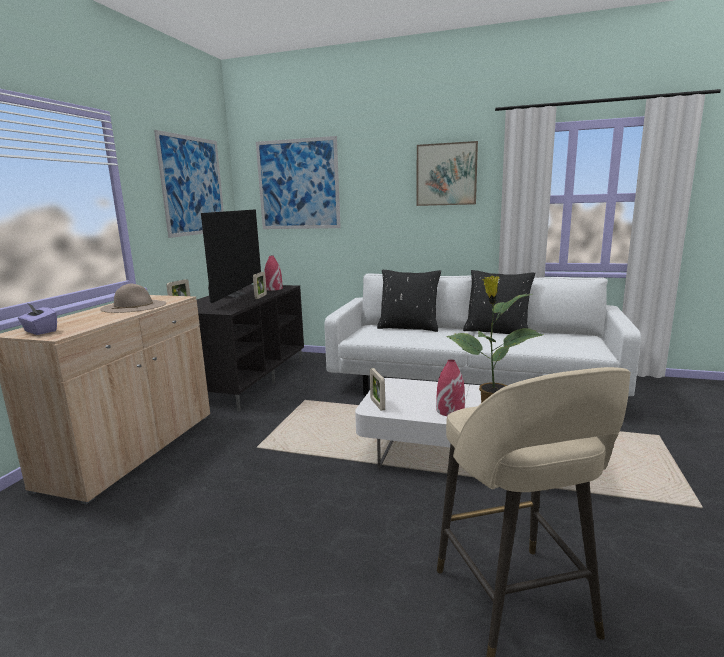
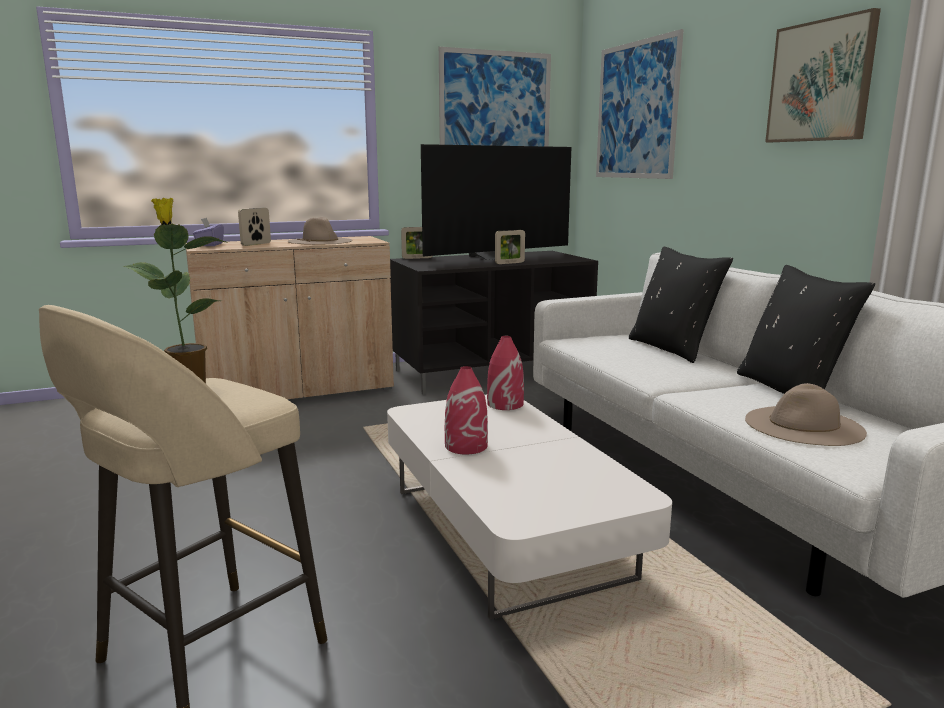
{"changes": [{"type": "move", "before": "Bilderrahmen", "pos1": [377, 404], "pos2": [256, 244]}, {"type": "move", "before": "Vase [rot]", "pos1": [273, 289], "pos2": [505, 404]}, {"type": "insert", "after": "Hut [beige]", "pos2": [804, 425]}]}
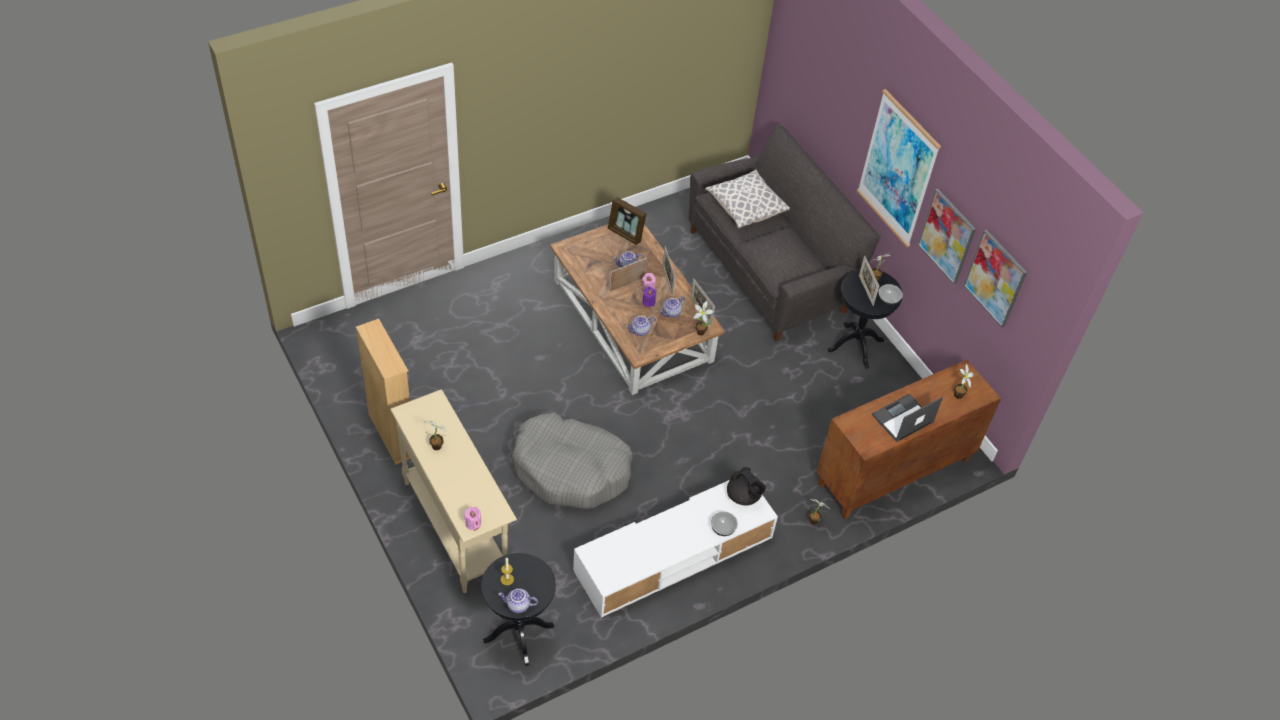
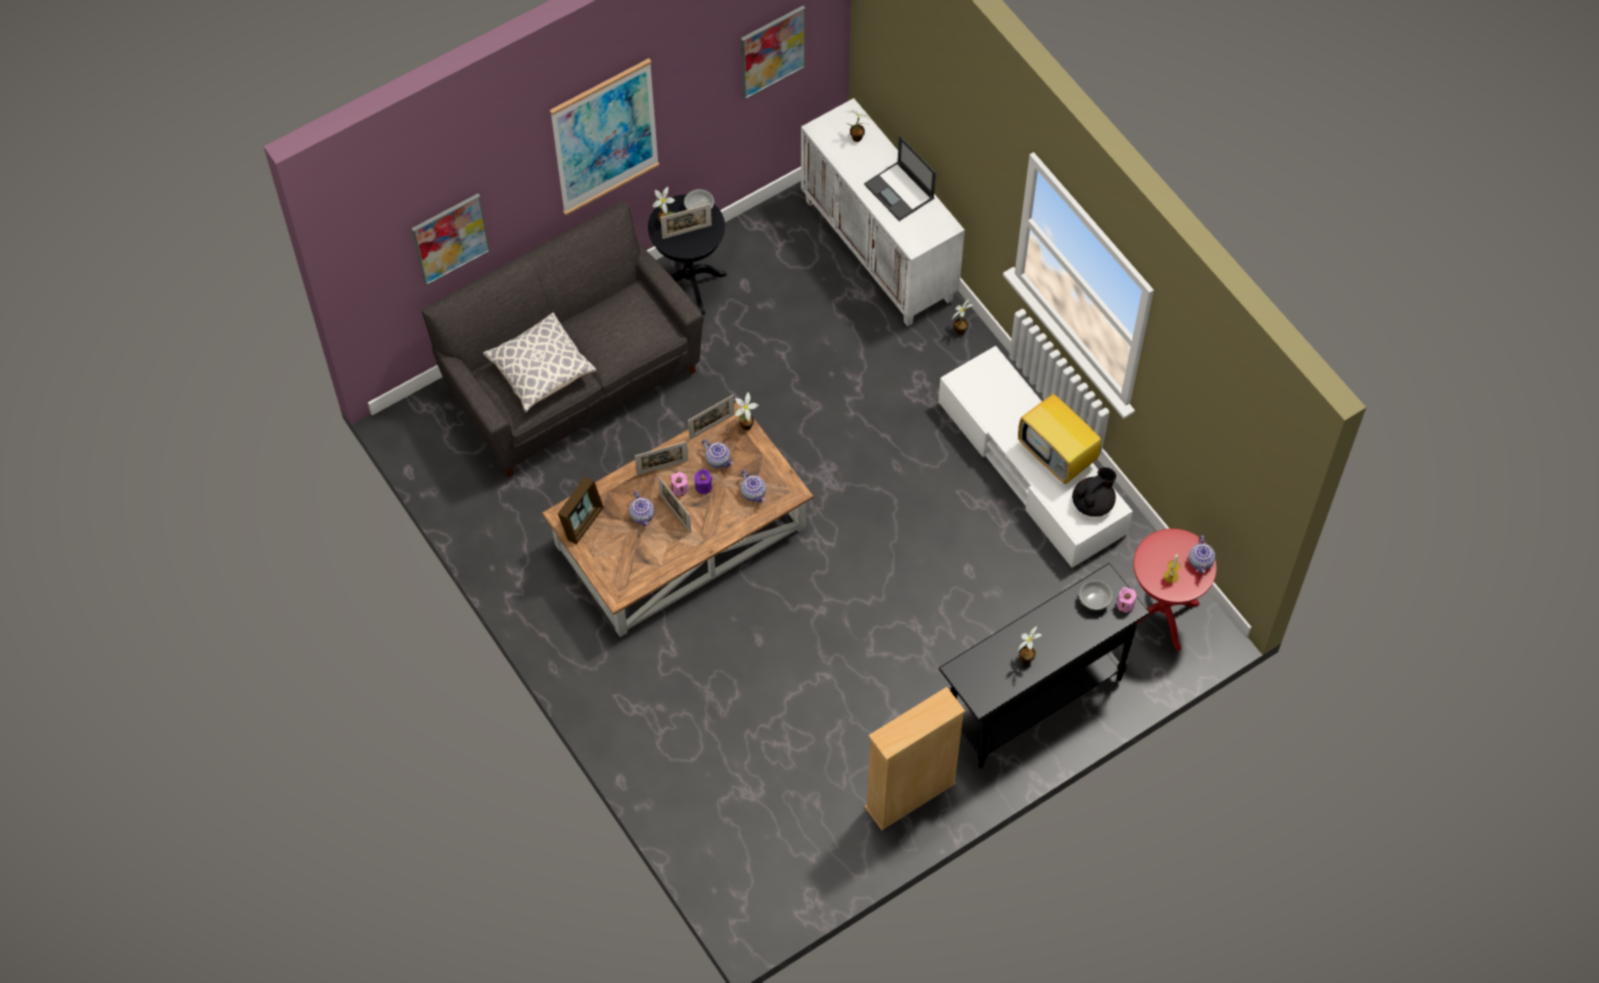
{"changes": [{"type": "move", "before": "Bild", "pos1": [947, 236], "pos2": [450, 238]}, {"type": "recolor", "before": "Schrank [braun]", "after": "Schrank [weiß]", "pos1": [893, 473], "pos2": [880, 251]}, {"type": "recolor", "before": "Konsolentisch [beige]", "after": "Konsolentisch [schwarz]", "pos1": [455, 526], "pos2": [1033, 701]}, {"type": "insert", "after": "Fernseher", "pos2": [1058, 456]}, {"type": "move", "before": "Teekanne [schwarz]", "pos1": [744, 496], "pos2": [1093, 503]}, {"type": "move", "before": "Schüssel", "pos1": [723, 529], "pos2": [1094, 600]}, {"type": "recolor", "before": "Beistelltisch [schwarz]", "after": "Beistelltisch [rot]", "pos1": [518, 633], "pos2": [1161, 616]}, {"type": "delete", "before": "Hundebett [grau]", "pos1": [571, 470]}]}
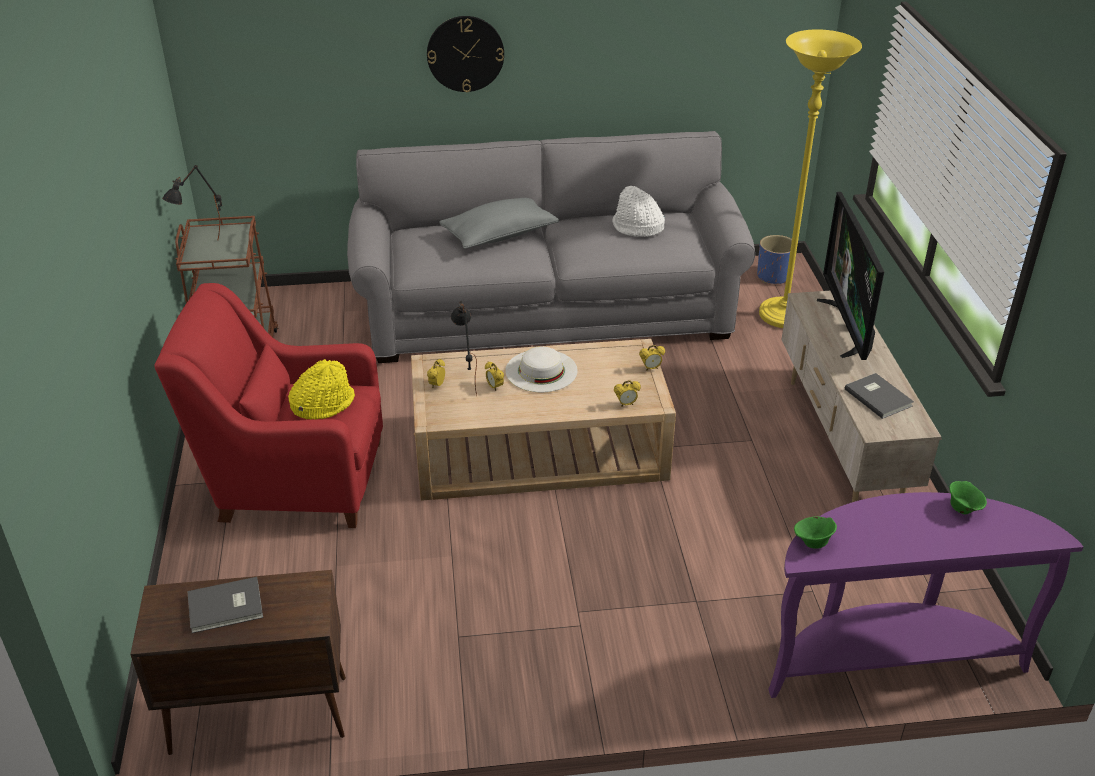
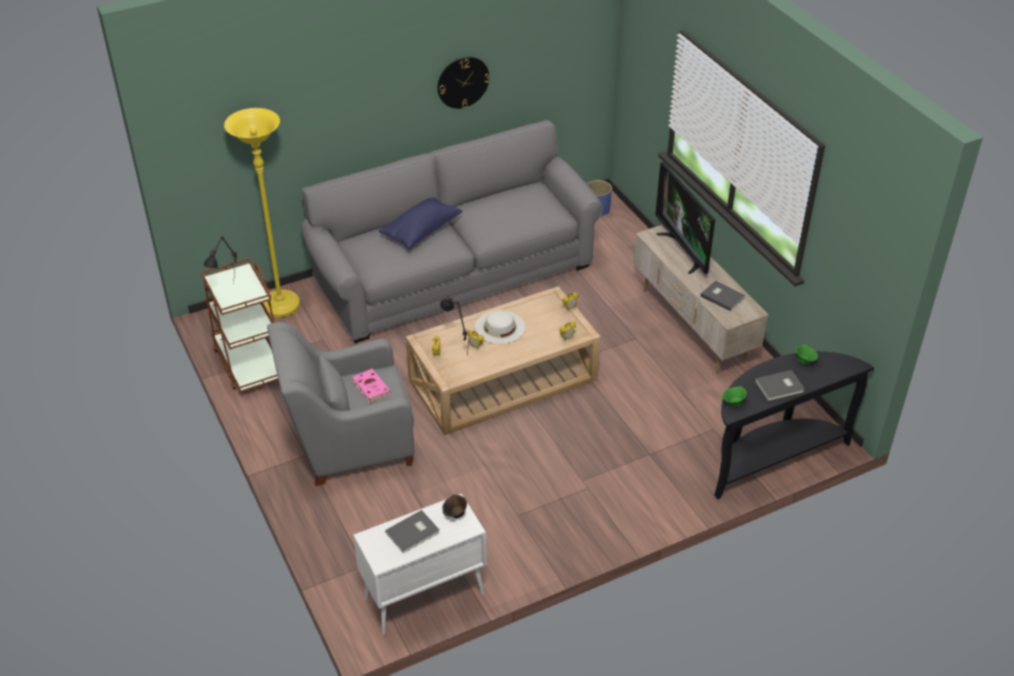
{"changes": [{"type": "move", "before": "Stehlampe [gelb]", "pos1": [784, 316], "pos2": [281, 305]}, {"type": "recolor", "before": "Sessel [rot]", "after": "Sessel [grau]", "pos1": [294, 479], "pos2": [349, 443]}, {"type": "replace", "before": "Hut [gelb]", "after": "Buch [rosa]", "pos1": [323, 404], "pos2": [370, 387]}, {"type": "recolor", "before": "Schrank [braun]", "after": "Schrank [weiß]", "pos1": [257, 715], "pos2": [423, 597]}, {"type": "recolor", "before": "Kissen [grau]", "after": "Kissen [blau]", "pos1": [499, 235], "pos2": [421, 230]}, {"type": "move", "before": "Wanduhr", "pos1": [465, 53], "pos2": [463, 82]}, {"type": "insert", "after": "Schüssel [braun]", "pos2": [455, 514]}, {"type": "recolor", "before": "Konsolentisch [lila]", "after": "Konsolentisch [schwarz]", "pos1": [887, 656], "pos2": [772, 457]}, {"type": "insert", "after": "Buch [grau]", "pos2": [780, 387]}, {"type": "delete", "before": "Hut [weiß]", "pos1": [637, 227]}]}
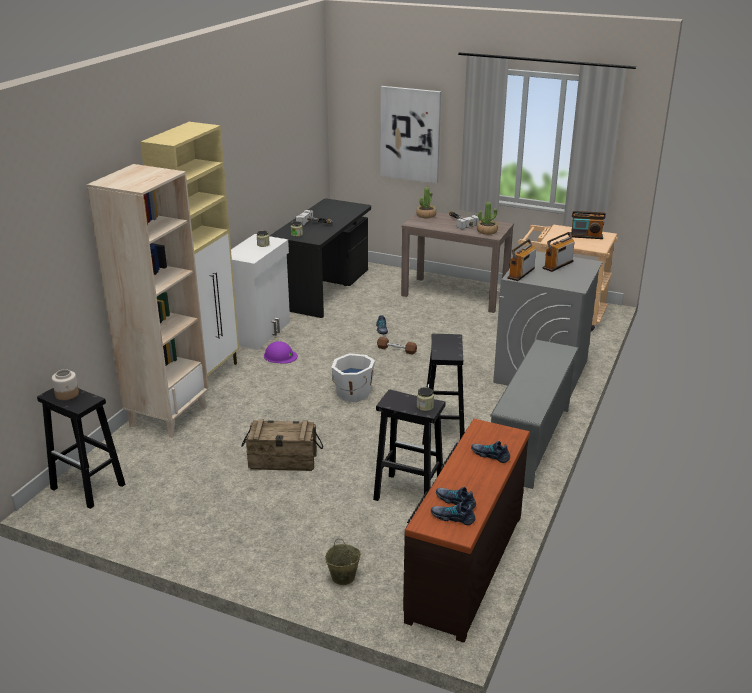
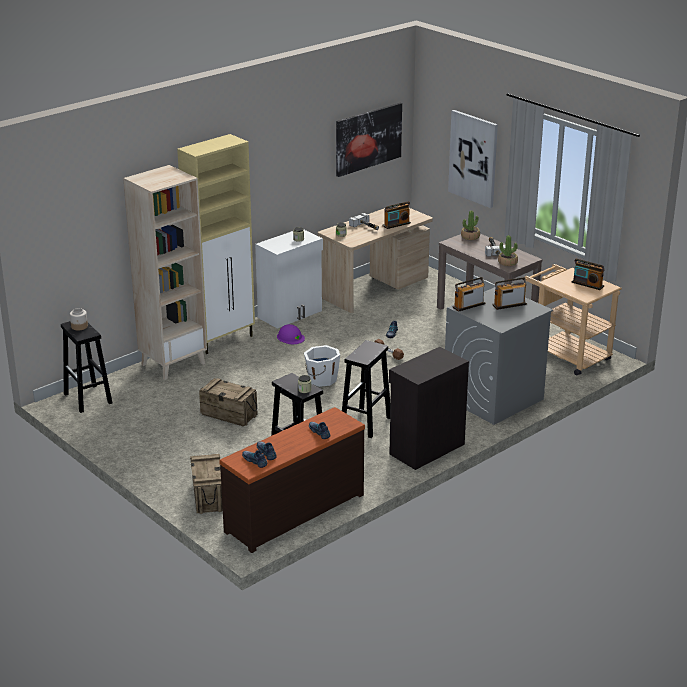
{"changes": [{"type": "replace", "before": "Eimer [beige]", "after": "Kiste", "pos1": [342, 577], "pos2": [207, 496]}, {"type": "recolor", "before": "Schreibtisch [schwarz]", "after": "Schreibtisch [beige]", "pos1": [324, 289], "pos2": [374, 288]}, {"type": "insert", "after": "Bild", "pos2": [368, 139]}, {"type": "insert", "after": "Radio", "pos2": [396, 224]}, {"type": "replace", "before": "Schuhregal [grau]", "after": "Schrank [schwarz]", "pos1": [531, 443], "pos2": [425, 449]}]}
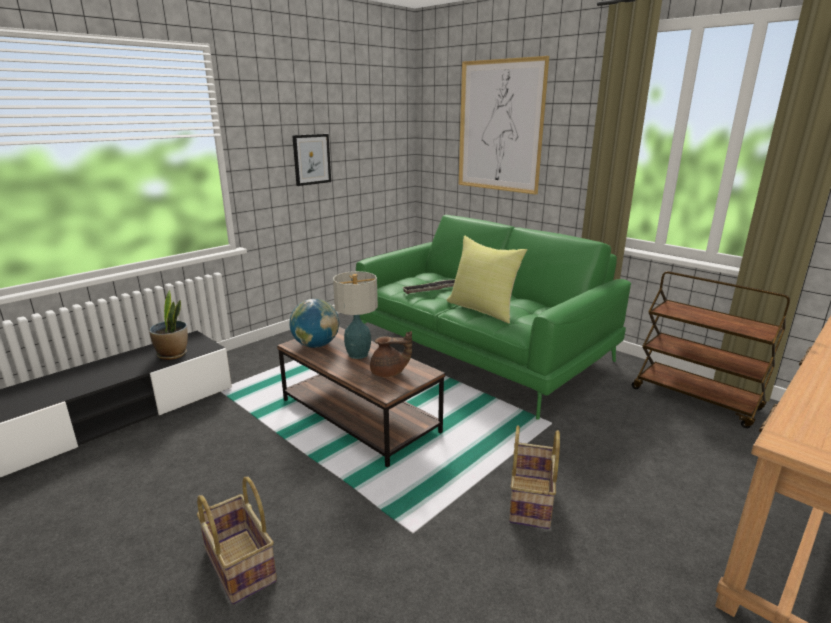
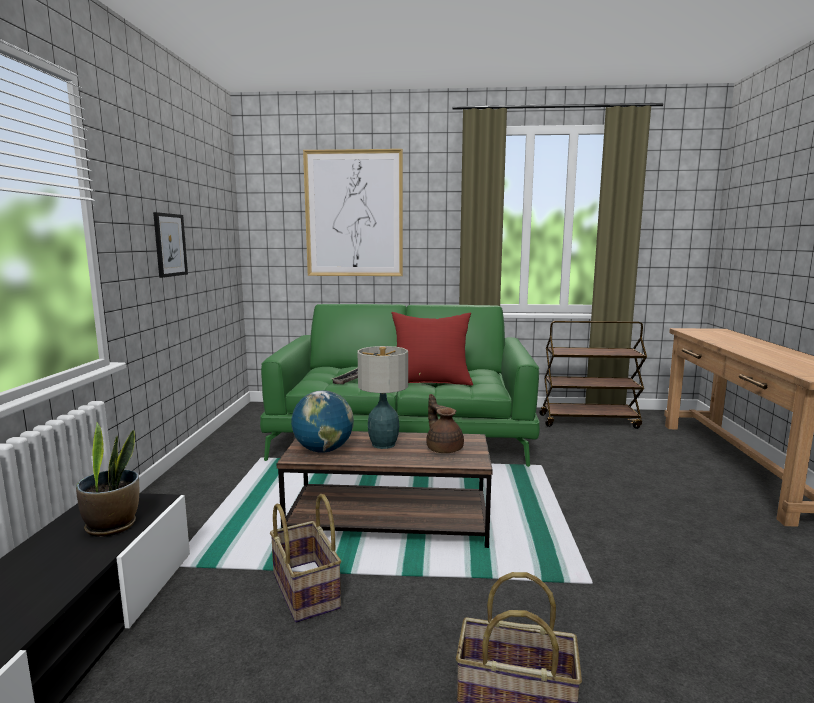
{"changes": [{"type": "move", "before": "Korb", "pos1": [531, 501], "pos2": [307, 591]}, {"type": "recolor", "before": "Kissen [gelb]", "after": "Kissen [rot]", "pos1": [483, 309], "pos2": [431, 381]}, {"type": "rotate", "before": "Teekanne [braun]", "pos1": [389, 373], "pos2": [444, 448], "turn": -75}]}
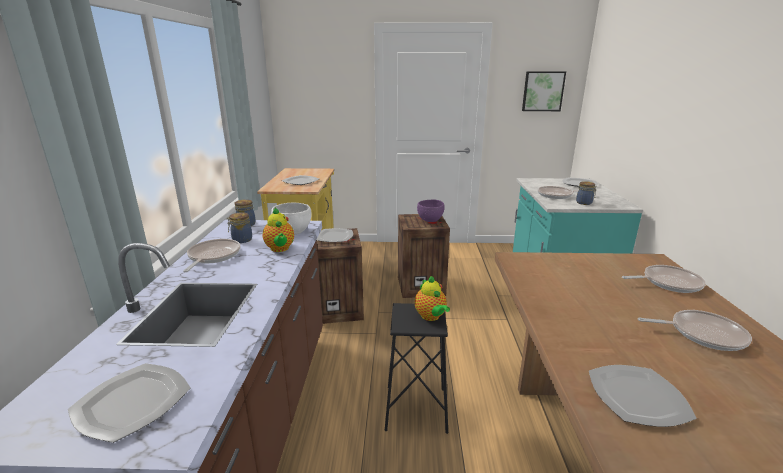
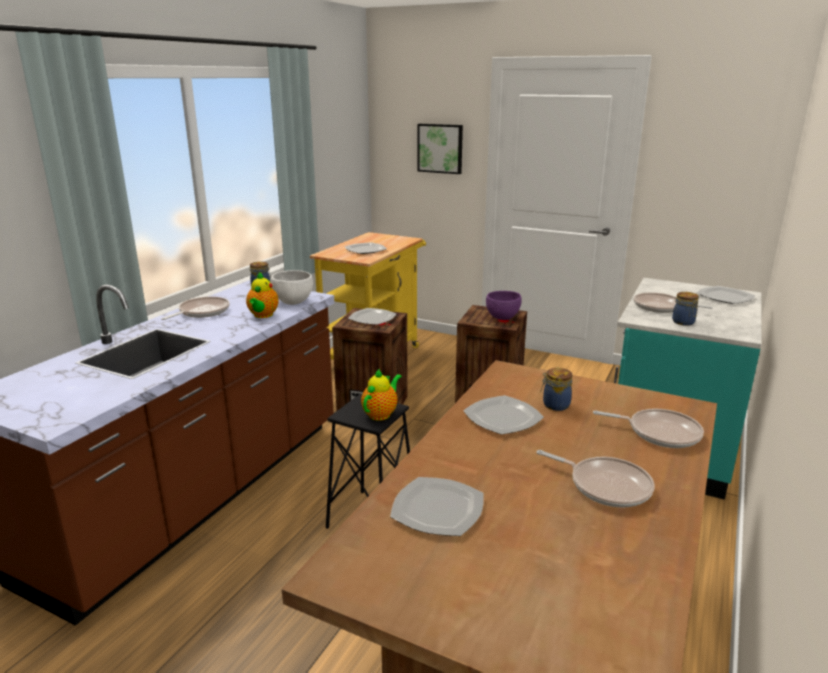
{"changes": [{"type": "rotate", "before": "Teekanne", "pos1": [431, 317], "pos2": [381, 414], "turn": -150}, {"type": "move", "before": "Bild", "pos1": [542, 91], "pos2": [440, 148]}, {"type": "move", "before": "Teller", "pos1": [131, 403], "pos2": [502, 417]}, {"type": "move", "before": "Vorratsglas", "pos1": [241, 240], "pos2": [554, 405]}]}
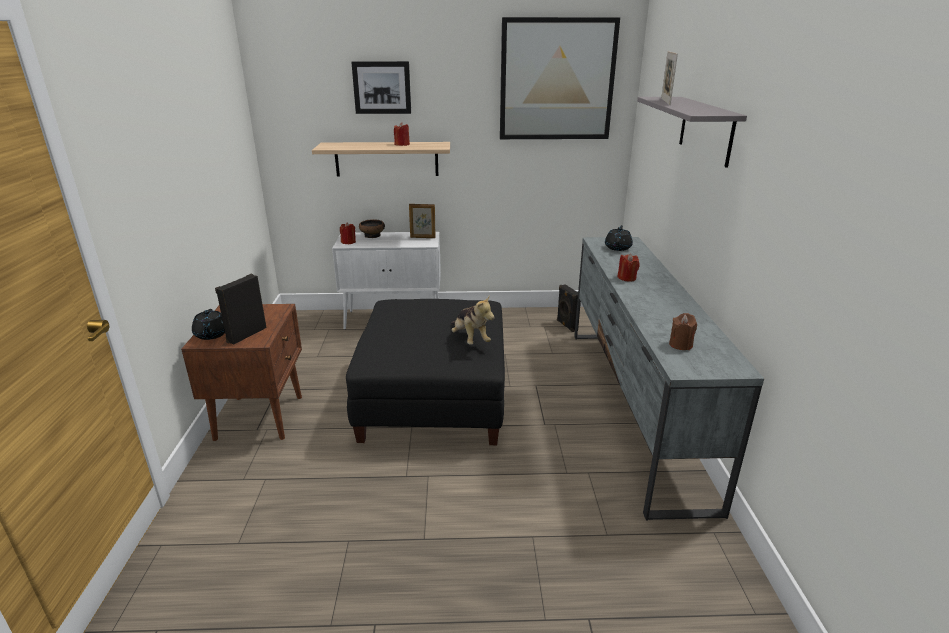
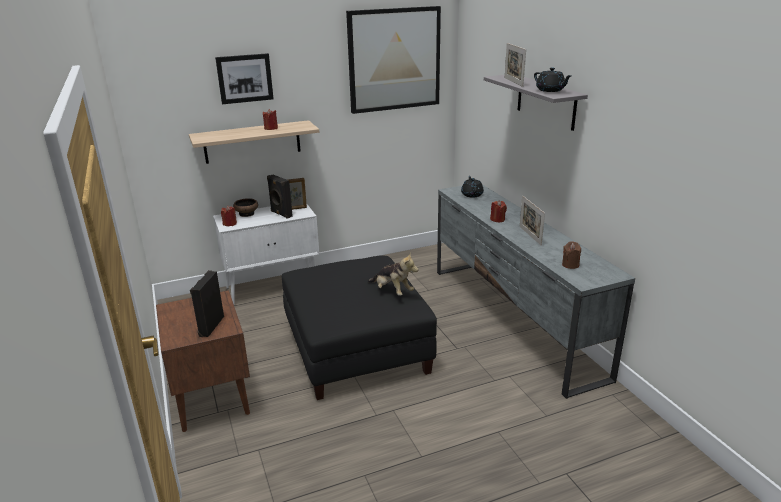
{"changes": [{"type": "move", "before": "Lautsprecher [schwarz]", "pos1": [566, 325], "pos2": [281, 214]}, {"type": "insert", "after": "Bilderrahmen", "pos2": [530, 236]}, {"type": "move", "before": "Teekanne [schwarz]", "pos1": [211, 335], "pos2": [550, 90]}]}
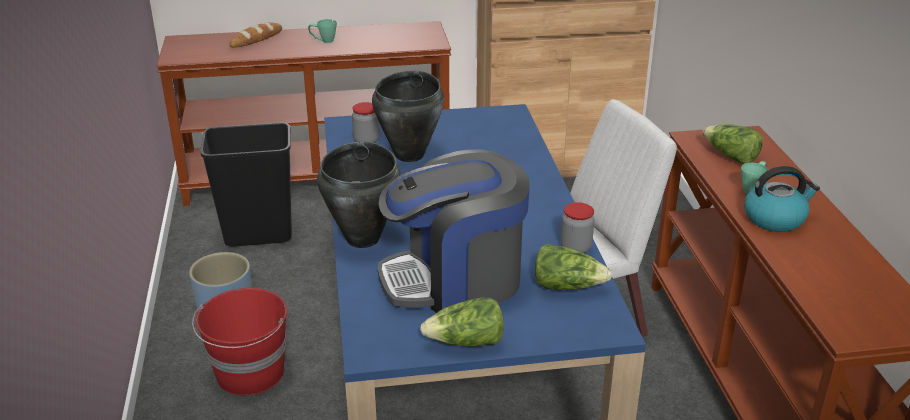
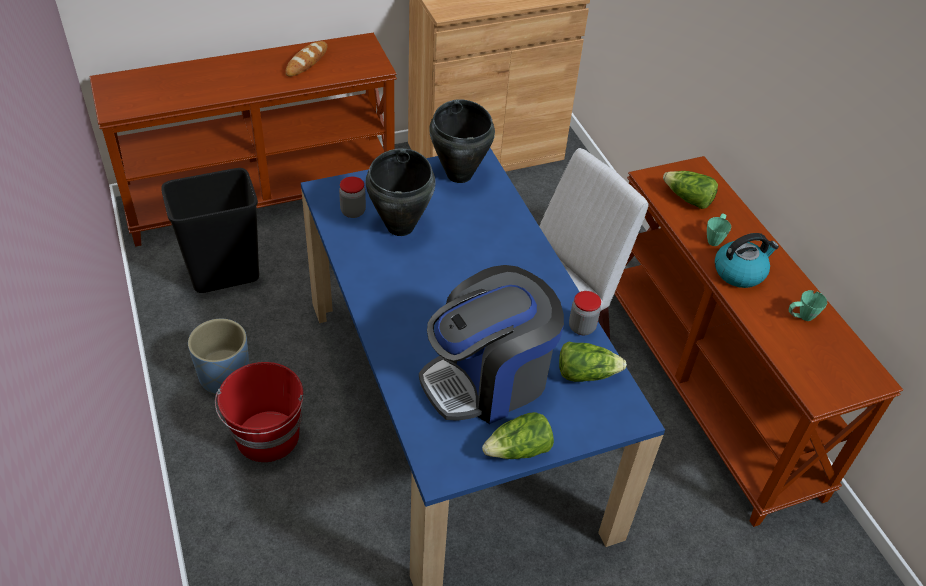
{"changes": [{"type": "move", "before": "Brot", "pos1": [256, 39], "pos2": [307, 62]}, {"type": "move", "before": "Kochtopf [schwarz]", "pos1": [363, 238], "pos2": [459, 174]}, {"type": "move", "before": "Henkelbecher [grün]", "pos1": [323, 41], "pos2": [800, 317]}]}
